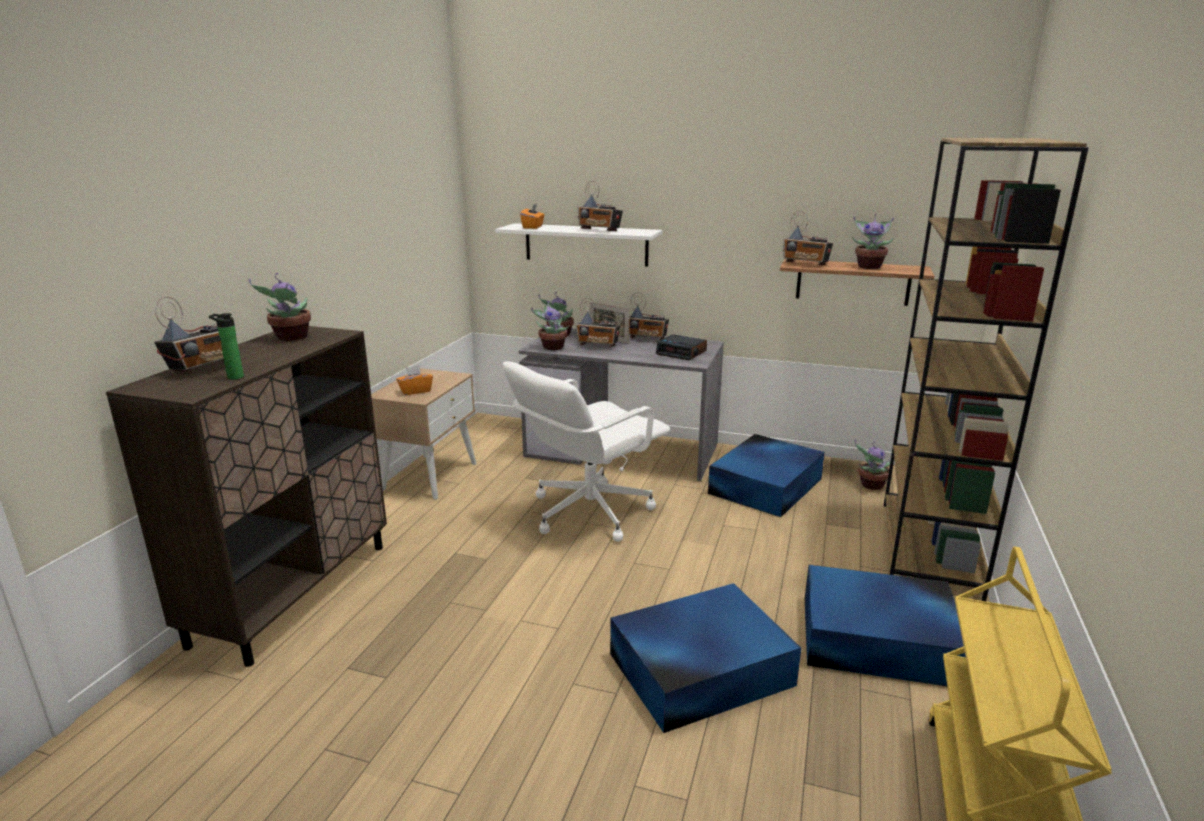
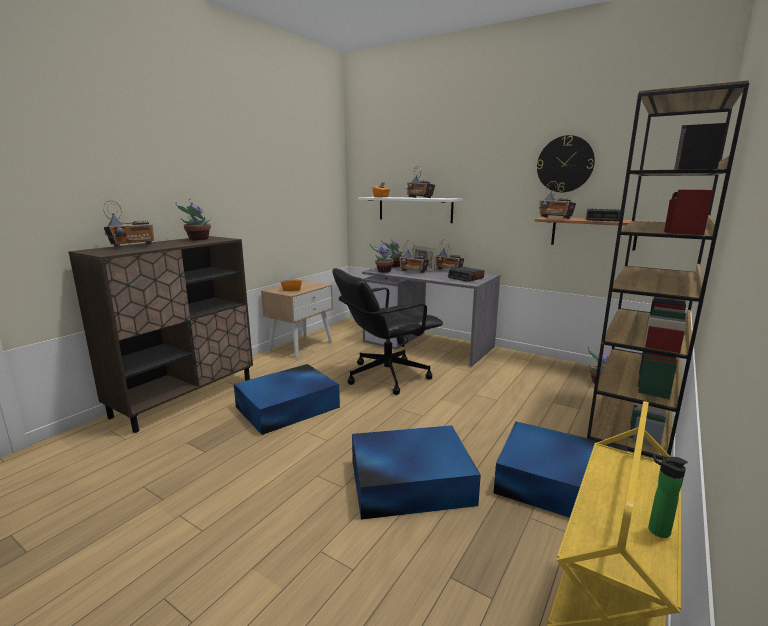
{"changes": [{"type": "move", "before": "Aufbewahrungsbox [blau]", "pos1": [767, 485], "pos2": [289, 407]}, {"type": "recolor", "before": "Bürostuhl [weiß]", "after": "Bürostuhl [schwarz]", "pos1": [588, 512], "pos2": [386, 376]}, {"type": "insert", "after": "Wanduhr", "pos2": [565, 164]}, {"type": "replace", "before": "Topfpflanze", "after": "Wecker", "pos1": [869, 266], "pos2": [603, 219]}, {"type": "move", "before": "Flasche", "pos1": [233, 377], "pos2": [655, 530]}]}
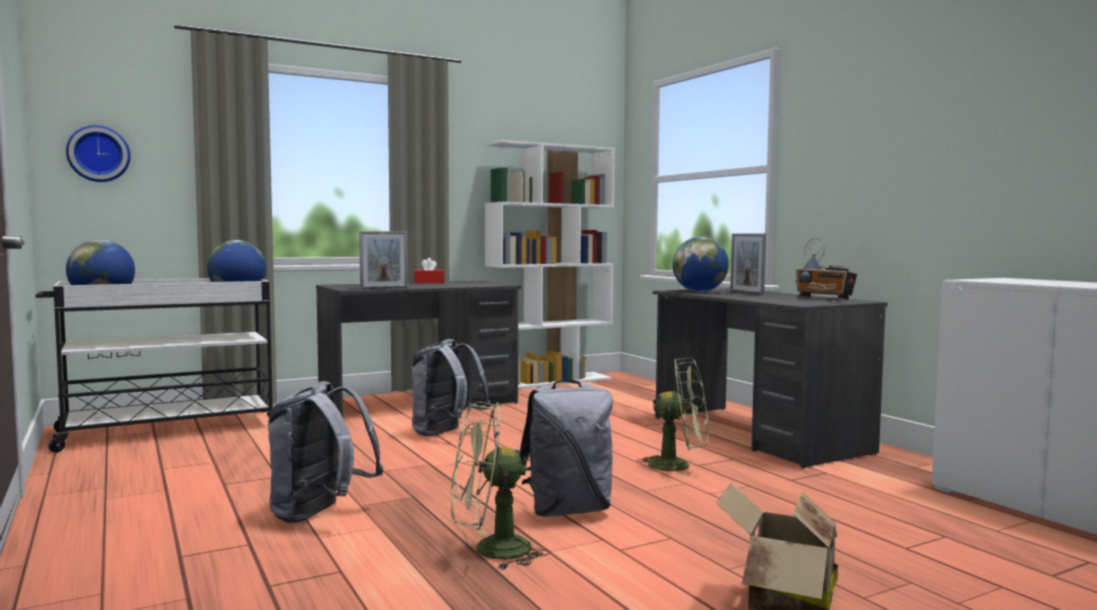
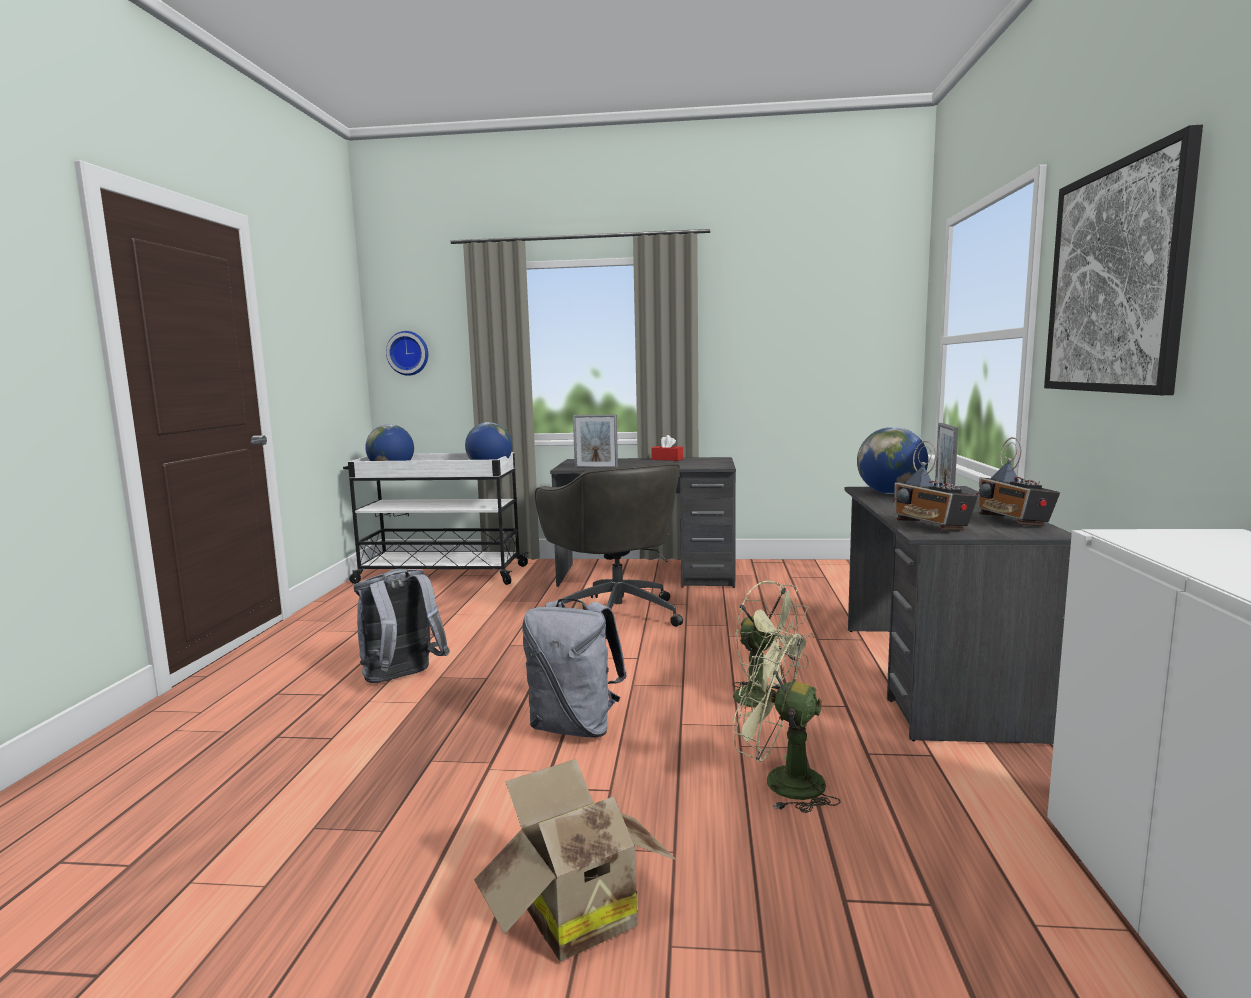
{"changes": [{"type": "replace", "before": "Rucksack [grau]", "after": "Bürostuhl [grau]", "pos1": [445, 434], "pos2": [616, 614]}, {"type": "move", "before": "Ventilator [grün]", "pos1": [490, 551], "pos2": [780, 782]}, {"type": "insert", "after": "Radio", "pos2": [931, 526]}, {"type": "insert", "after": "Bild", "pos2": [1115, 279]}, {"type": "delete", "before": "Bücherregal [weiß]", "pos1": [549, 381]}]}
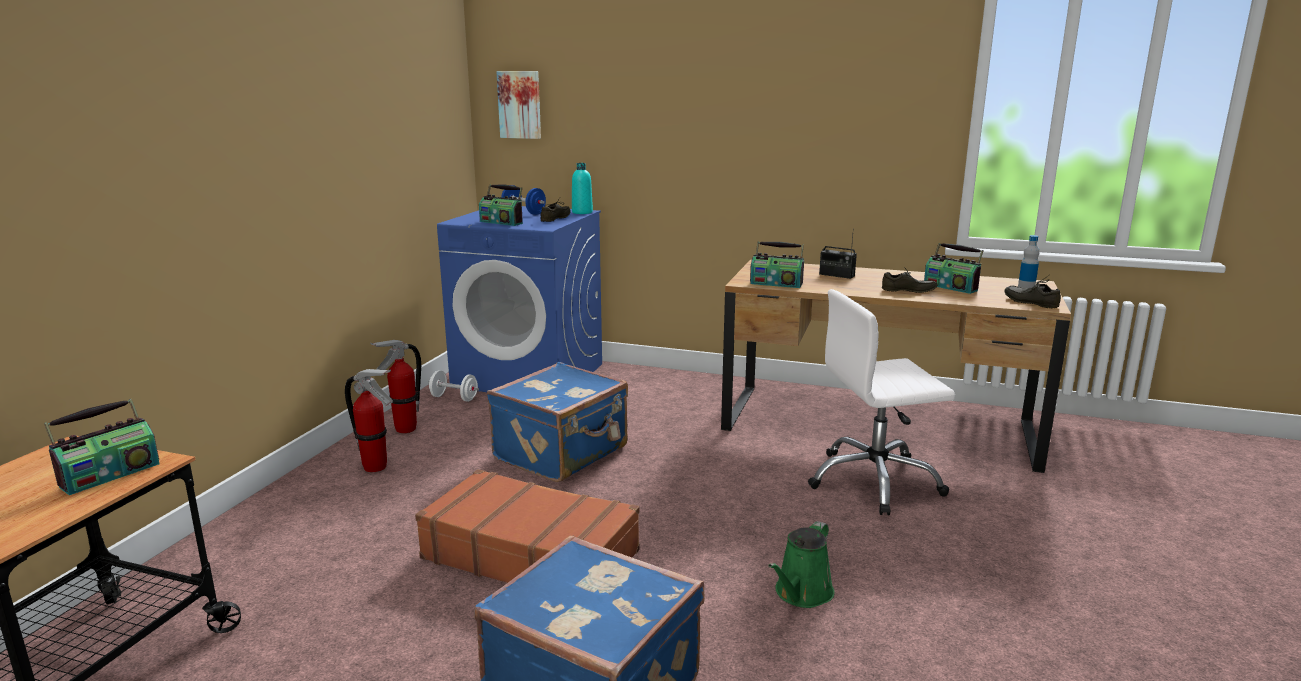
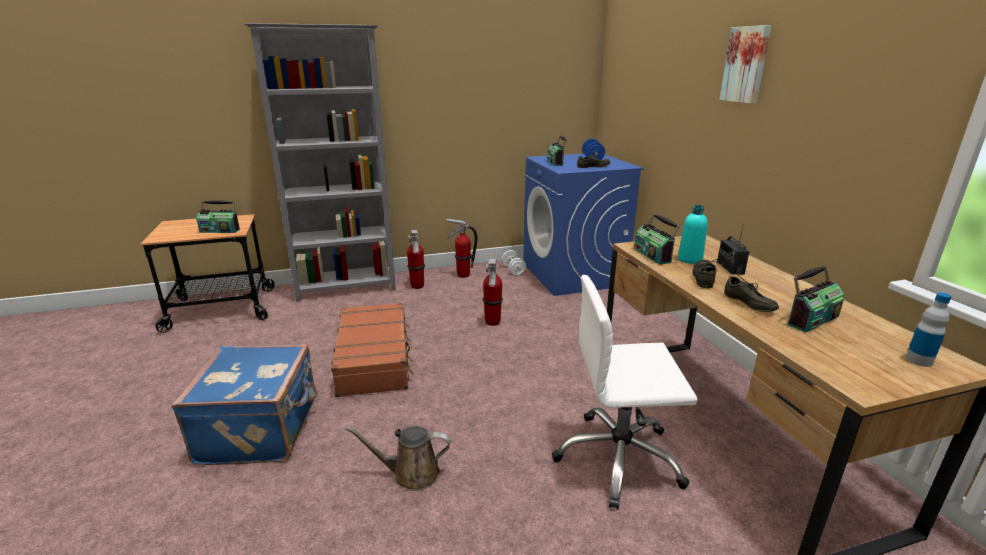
{"changes": [{"type": "insert", "after": "Bücherregal [grau]", "pos2": [347, 288]}, {"type": "recolor", "before": "Gießkanne [grün]", "after": "Gießkanne [braun]", "pos1": [801, 594], "pos2": [411, 474]}, {"type": "replace", "before": "Koffer [blau]", "after": "Feuerlöscher", "pos1": [563, 453], "pos2": [492, 322]}, {"type": "rotate", "before": "Bürostuhl [weiß]", "pos1": [874, 481], "pos2": [618, 459], "turn": -45}, {"type": "move", "before": "Flasche [türkis]", "pos1": [582, 212], "pos2": [690, 260]}, {"type": "move", "before": "Schuh [grau]", "pos1": [1031, 302], "pos2": [705, 278]}, {"type": "move", "before": "Bild", "pos1": [520, 104], "pos2": [746, 65]}, {"type": "rotate", "before": "Radio", "pos1": [951, 287], "pos2": [811, 319], "turn": -135}]}
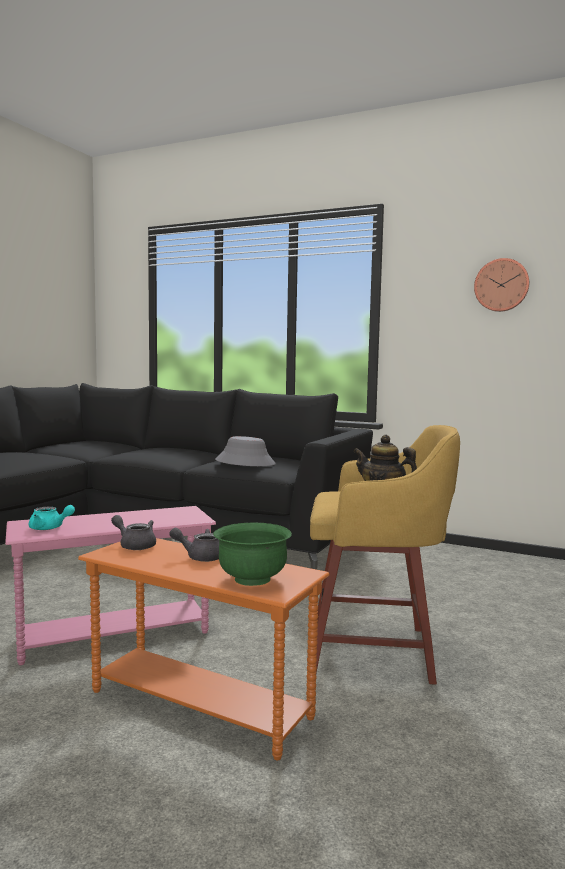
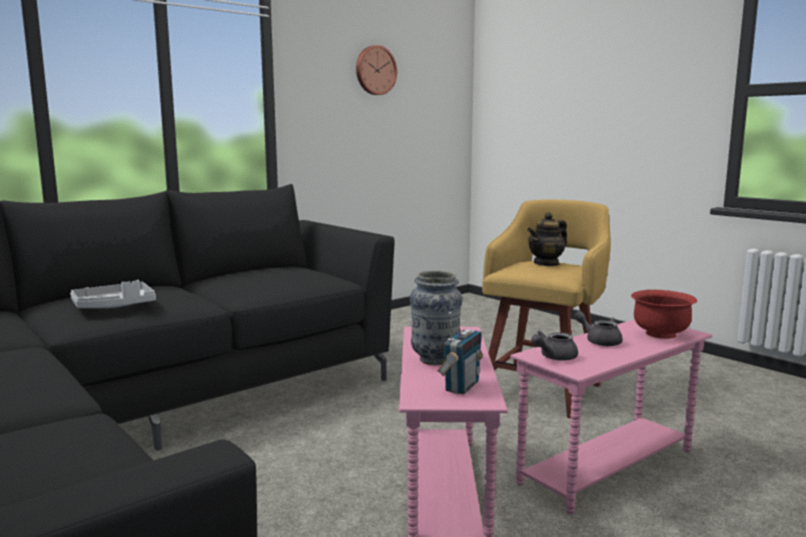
{"changes": [{"type": "insert", "after": "Tablett [grau]", "pos2": [115, 306]}, {"type": "insert", "after": "Vase", "pos2": [435, 360]}, {"type": "replace", "before": "Teekanne [türkis]", "after": "Radio", "pos1": [49, 528], "pos2": [461, 386]}, {"type": "recolor", "before": "Beistelltisch [orange]", "after": "Beistelltisch [rosa]", "pos1": [199, 705], "pos2": [608, 467]}, {"type": "rotate", "before": "Teekanne [grau]", "pos1": [200, 557], "pos2": [599, 341], "turn": 105}, {"type": "recolor", "before": "Schüssel [grün]", "after": "Schüssel [rot]", "pos1": [252, 579], "pos2": [660, 334]}, {"type": "delete", "before": "Hut [grau]", "pos1": [245, 462]}]}
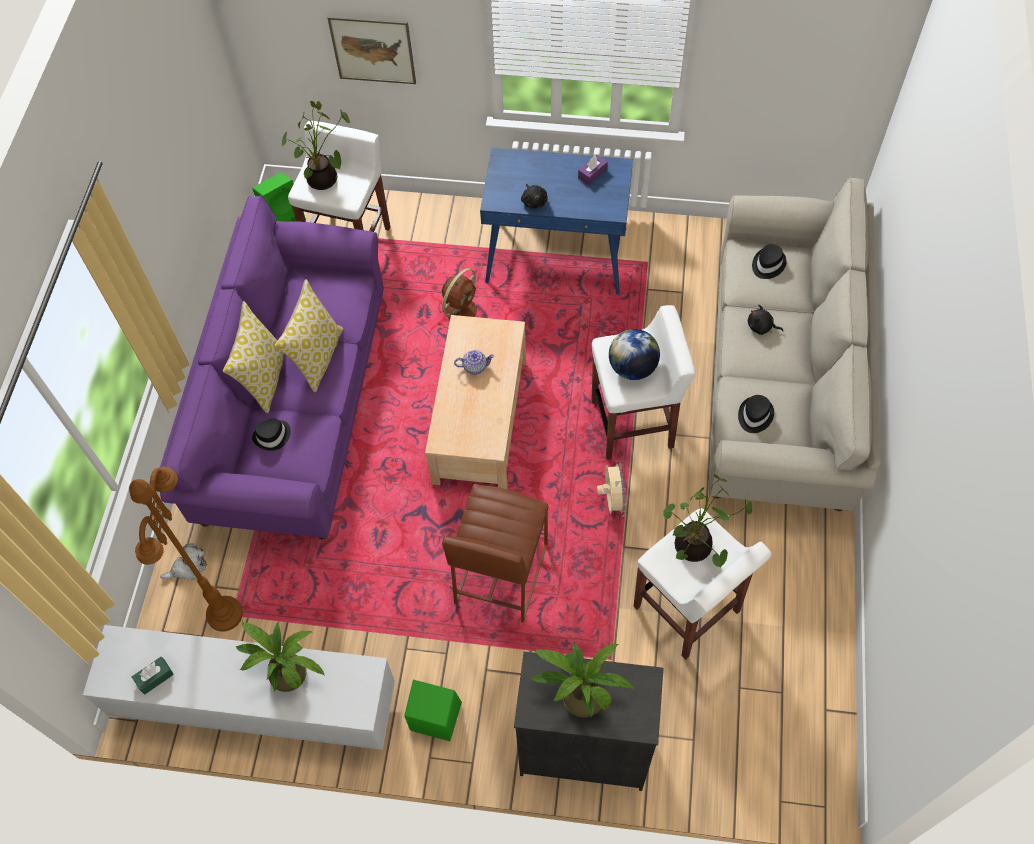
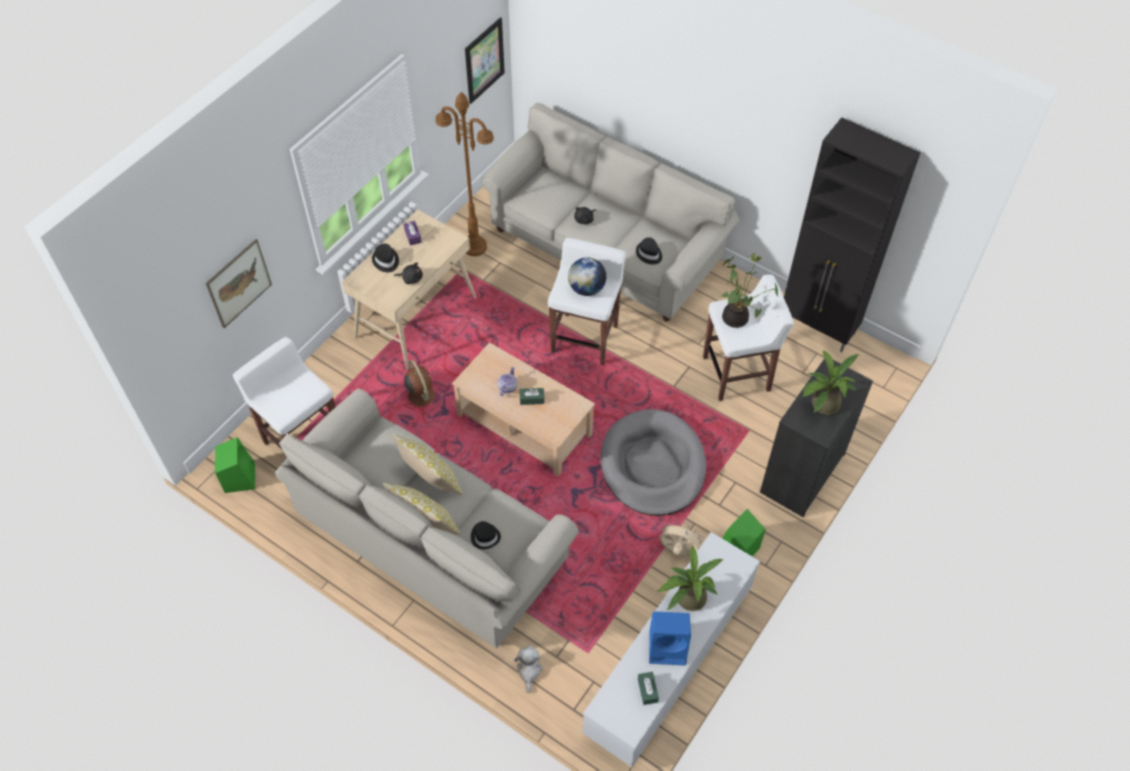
{"changes": [{"type": "recolor", "before": "Sofa [lila]", "after": "Sofa [beige]", "pos1": [296, 408], "pos2": [432, 540]}, {"type": "recolor", "before": "Schreibtisch [blau]", "after": "Schreibtisch [beige]", "pos1": [557, 255], "pos2": [416, 317]}, {"type": "move", "before": "Hut [schwarz]", "pos1": [767, 264], "pos2": [385, 261]}, {"type": "move", "before": "Stehlampe [braun]", "pos1": [225, 614], "pos2": [475, 247]}, {"type": "insert", "after": "Bild", "pos2": [484, 60]}, {"type": "insert", "after": "Taschentuchbox [grün]", "pos2": [532, 399]}, {"type": "replace", "before": "Hocker [braun]", "after": "Hundebett [grau]", "pos1": [500, 574], "pos2": [653, 465]}, {"type": "insert", "after": "Lautsprecher [blau]", "pos2": [668, 647]}, {"type": "move", "before": "Ventilator [beige]", "pos1": [612, 500], "pos2": [678, 551]}, {"type": "insert", "after": "Schrank [schwarz]", "pos2": [818, 328]}, {"type": "delete", "before": "Topfpflanze", "pos1": [325, 181]}]}
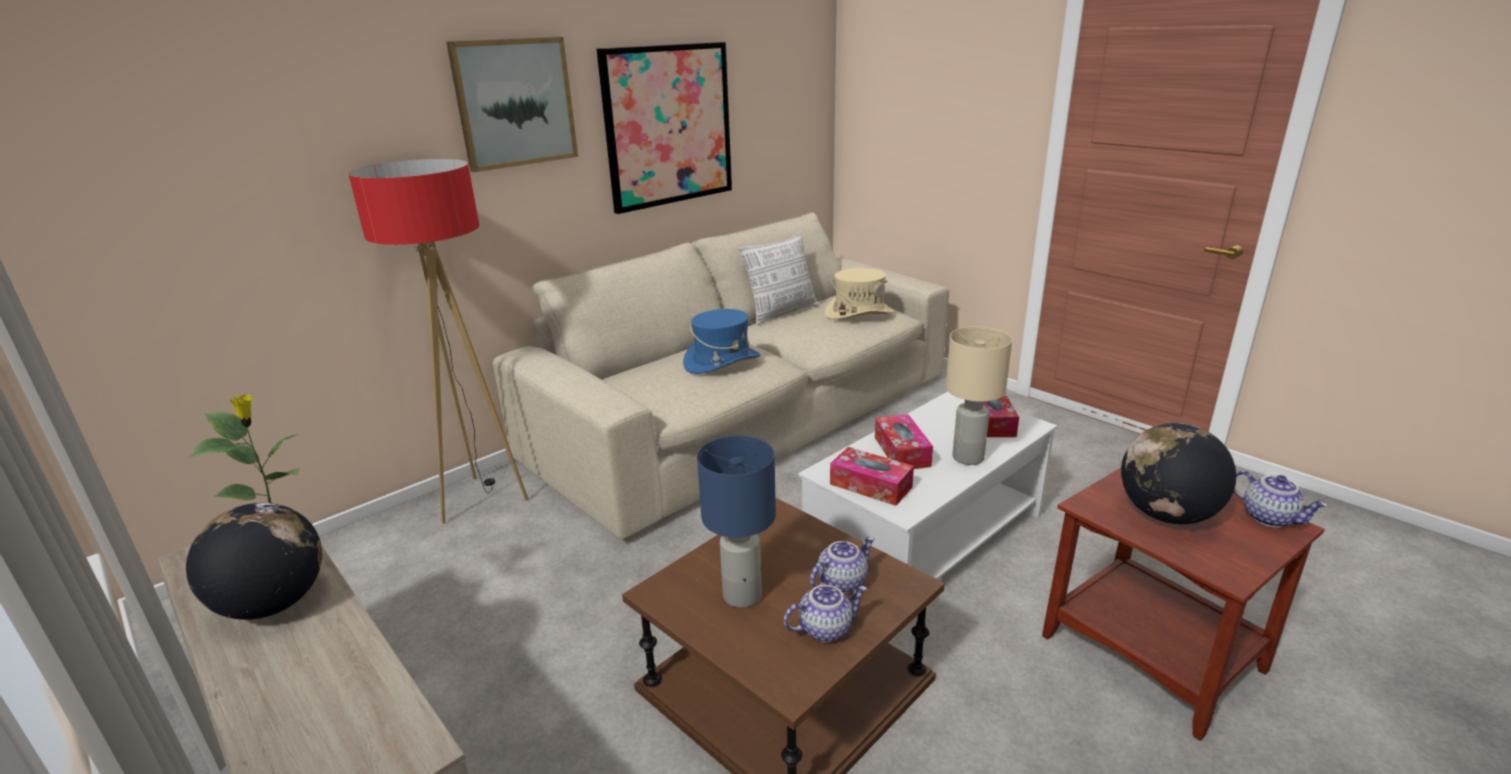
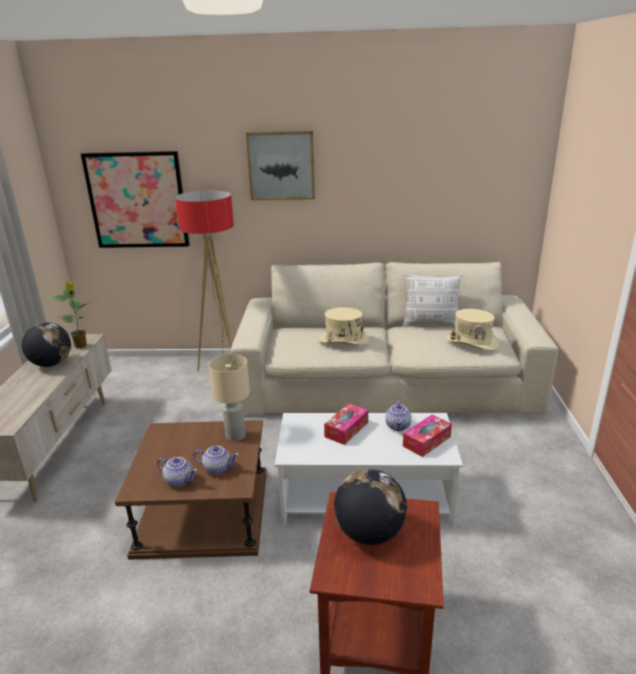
{"changes": [{"type": "move", "before": "Bild", "pos1": [668, 126], "pos2": [137, 200]}, {"type": "move", "before": "Tischlampe [beige]", "pos1": [968, 458], "pos2": [235, 436]}, {"type": "recolor", "before": "Hut [blau]", "after": "Hut [beige]", "pos1": [722, 362], "pos2": [343, 340]}, {"type": "move", "before": "Teekanne", "pos1": [1270, 517], "pos2": [398, 426]}, {"type": "delete", "before": "Tischlampe [blau]", "pos1": [742, 594]}, {"type": "delete", "before": "Taschentuchbox", "pos1": [870, 485]}]}
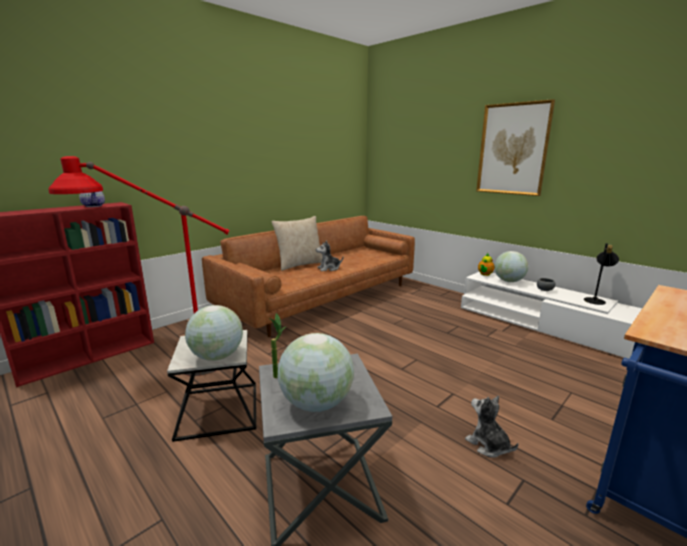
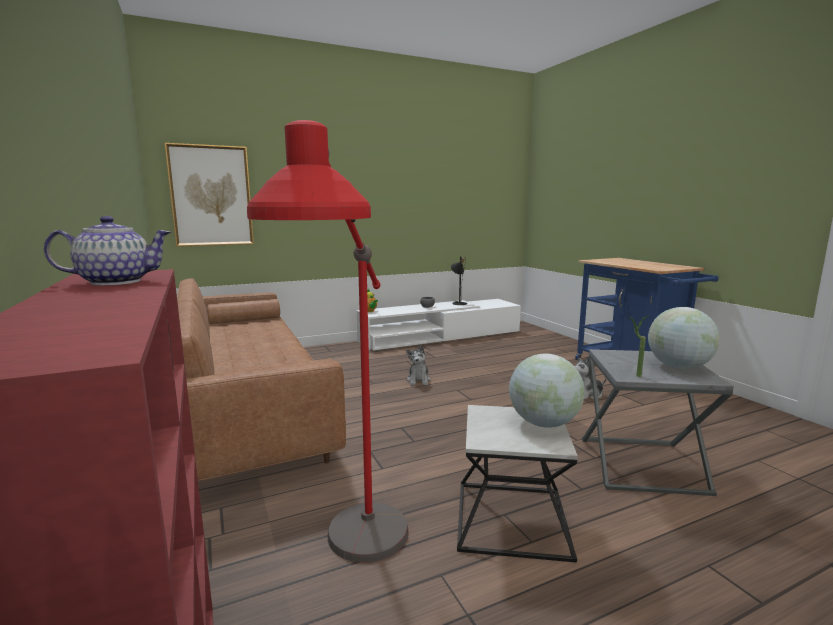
{"changes": [{"type": "move", "before": "Bild", "pos1": [513, 149], "pos2": [211, 196]}, {"type": "move", "before": "Plüschtier", "pos1": [329, 268], "pos2": [418, 380]}, {"type": "delete", "before": "Kissen [beige]", "pos1": [300, 264]}, {"type": "delete", "before": "Globus", "pos1": [509, 281]}]}
